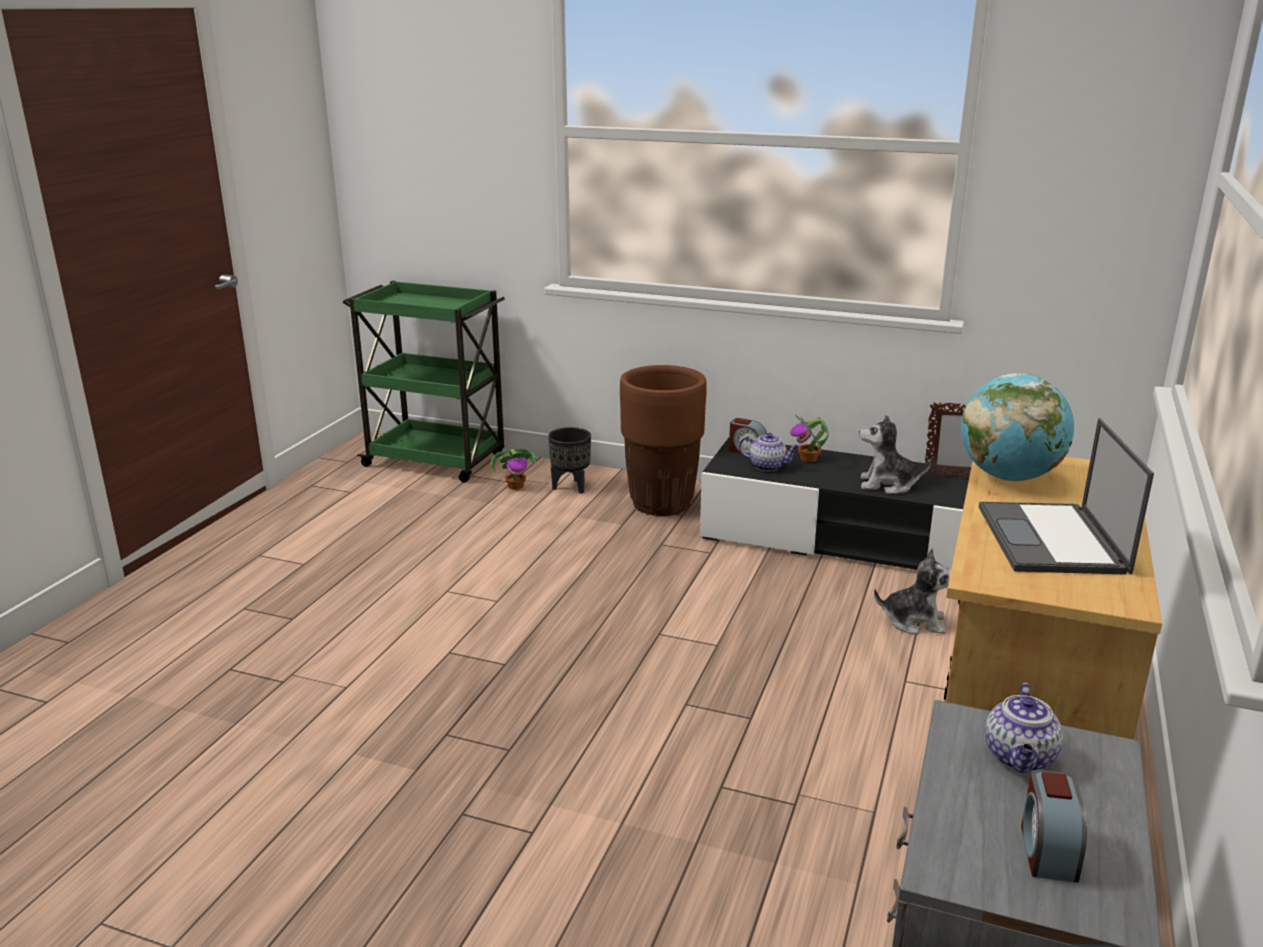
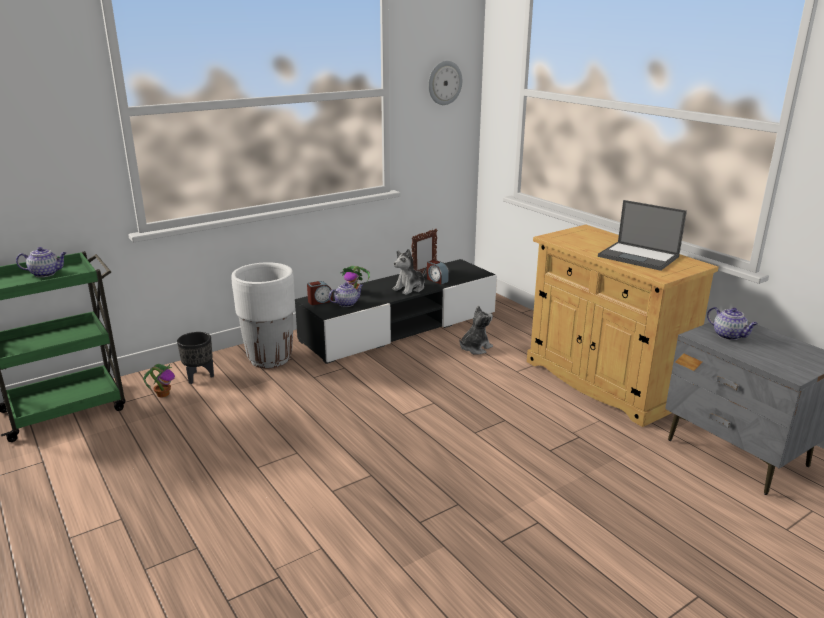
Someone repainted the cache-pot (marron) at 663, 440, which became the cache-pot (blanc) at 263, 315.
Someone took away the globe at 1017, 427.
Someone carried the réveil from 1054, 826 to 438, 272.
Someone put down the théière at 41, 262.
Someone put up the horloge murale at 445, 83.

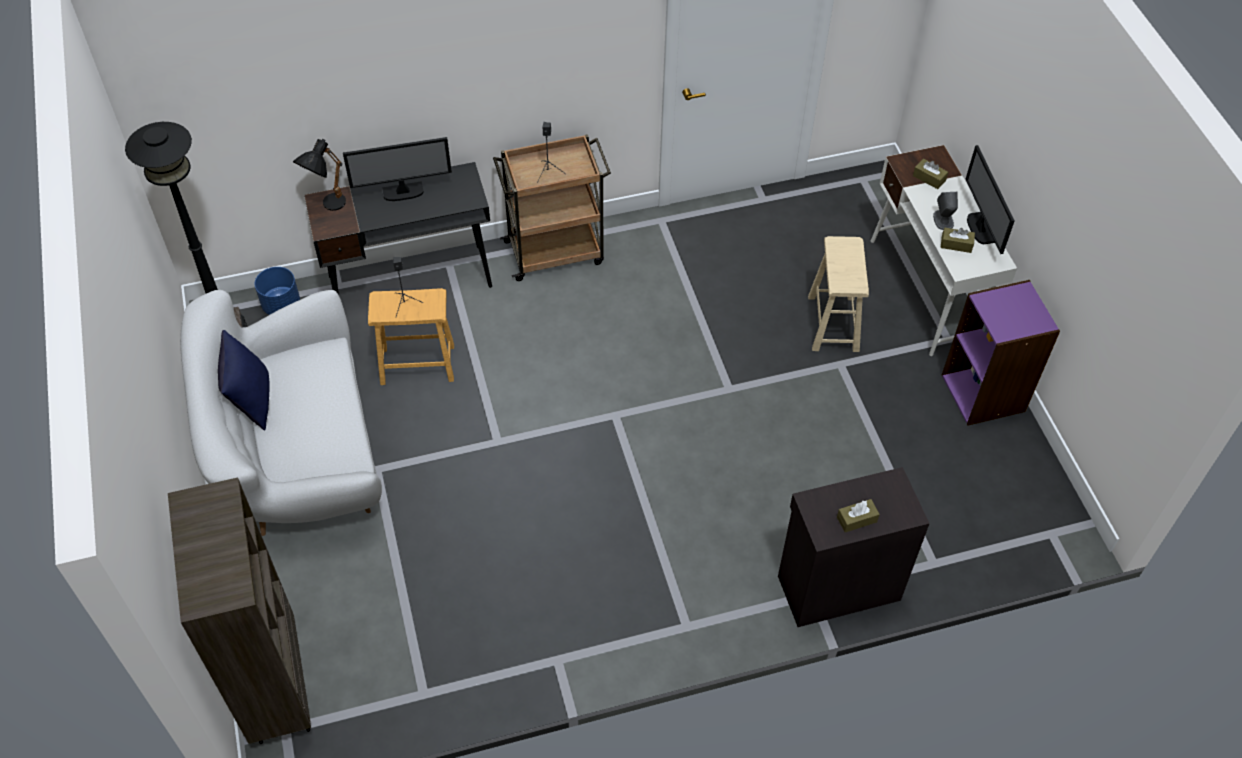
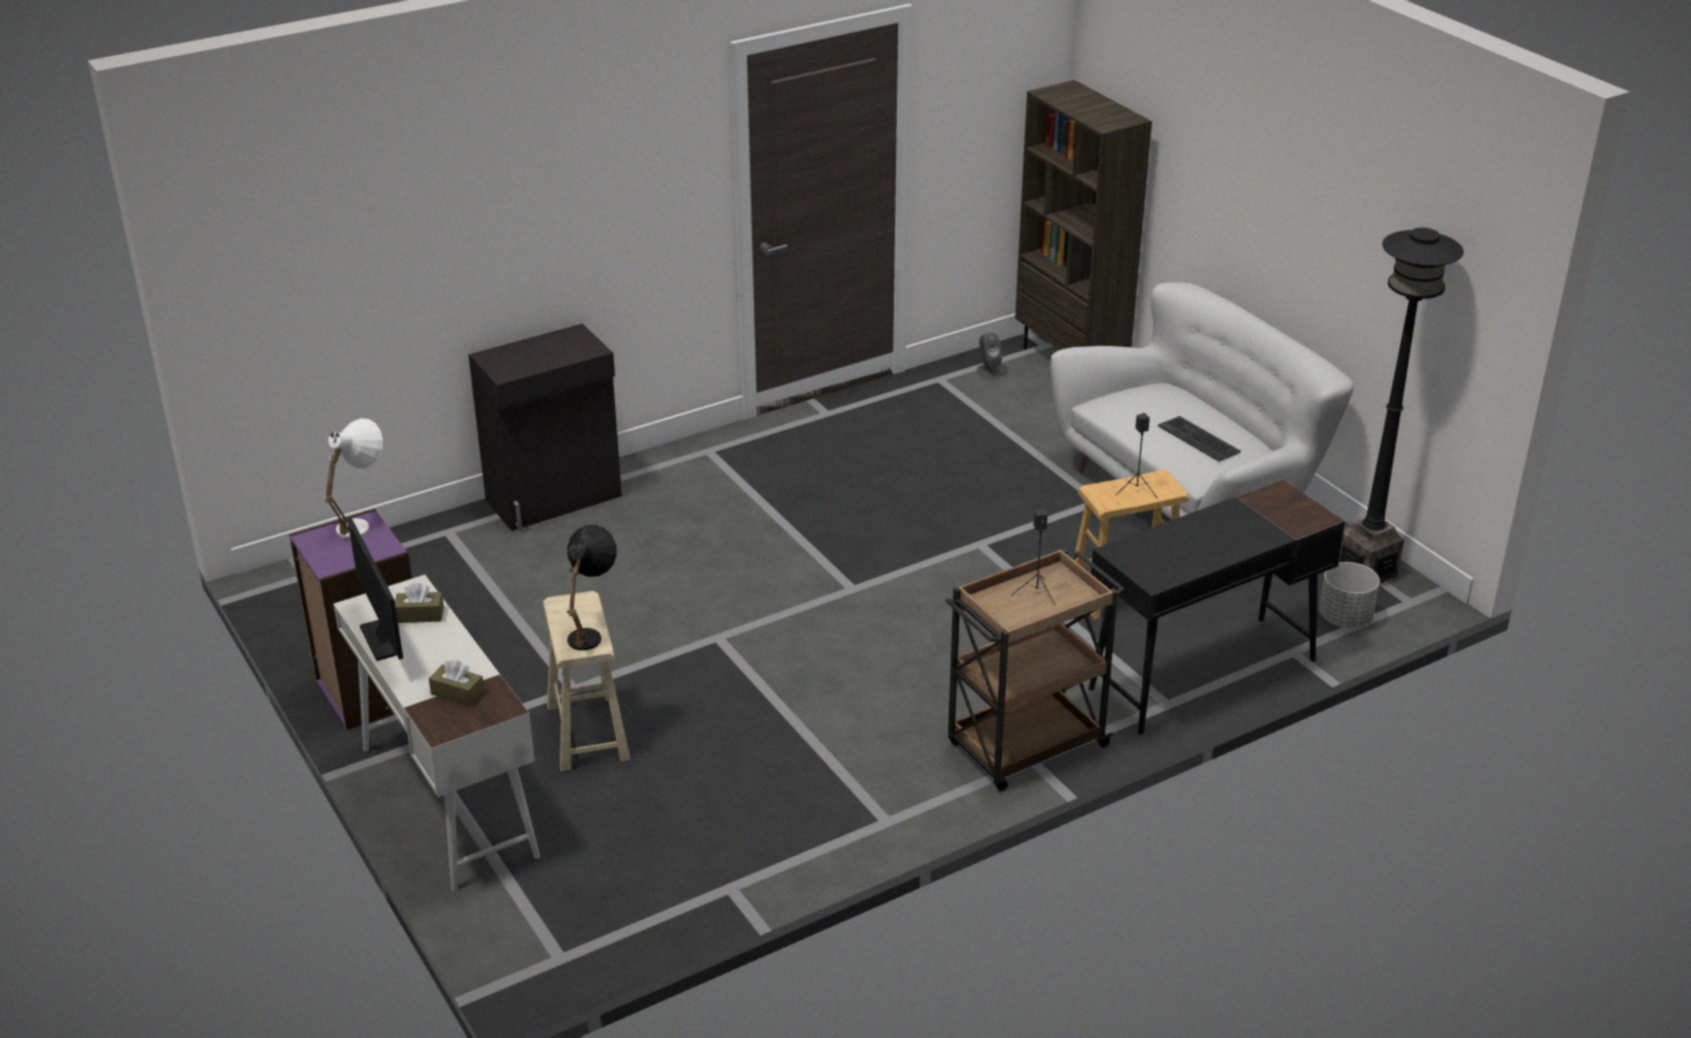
Someone took away the coussin (bleu) at 244, 380.
Someone repainted the cache-pot (bleu) at 277, 291, which became the cache-pot (gris) at 1349, 595.
Someone carried the lampe de table (noir) from 319, 175 to 592, 587.
Someone took away the écran d'ordinateur at 397, 169.
Someone took away the boîte à mouchoirs (marron) at 858, 515.
Someone carried the enceinte (gris) from 945, 211 to 989, 355.
Someone put down the lampe de table (blanc) at 353, 478.
Someone put down the clavier at 1199, 438.

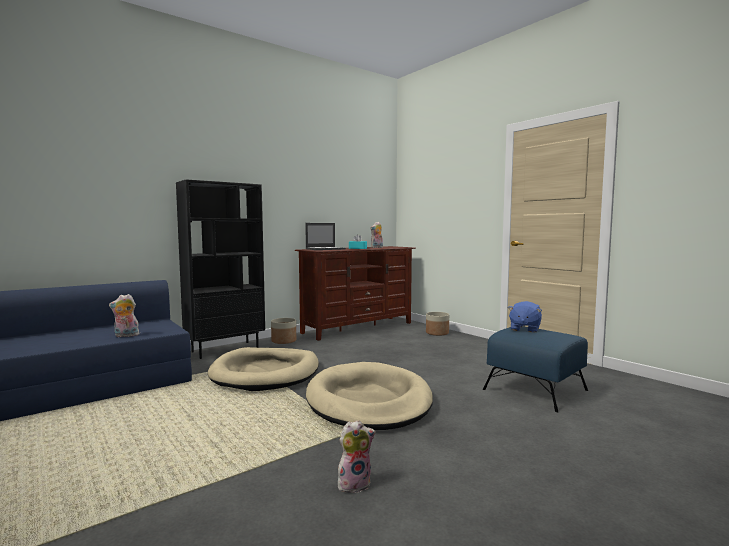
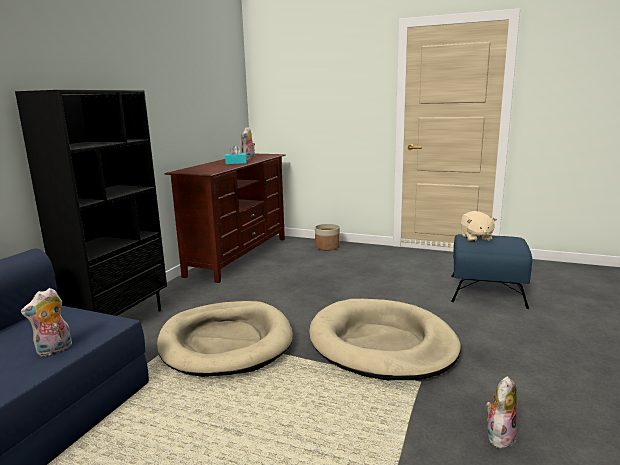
Someone took away the cache-pot at 283, 331.
Someone took away the ordinateur portable at 325, 236.
Someone repainted the peluche (bleu) at 525, 317, which became the peluche (beige) at 479, 226.

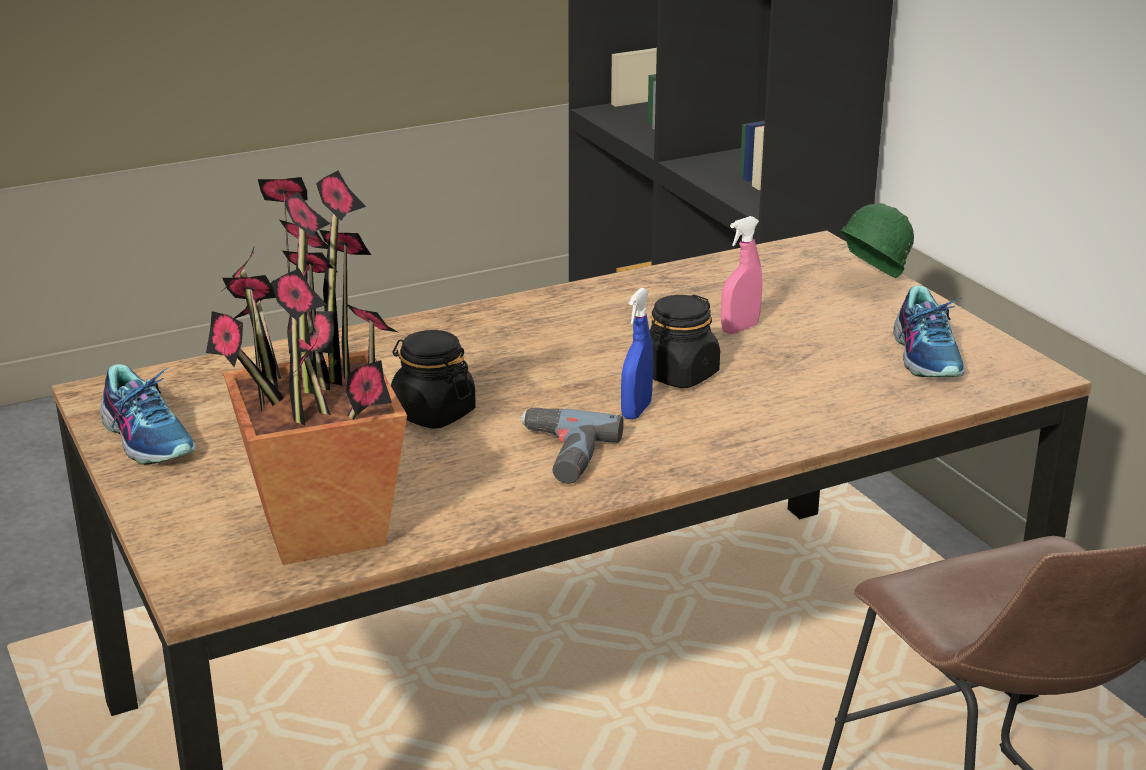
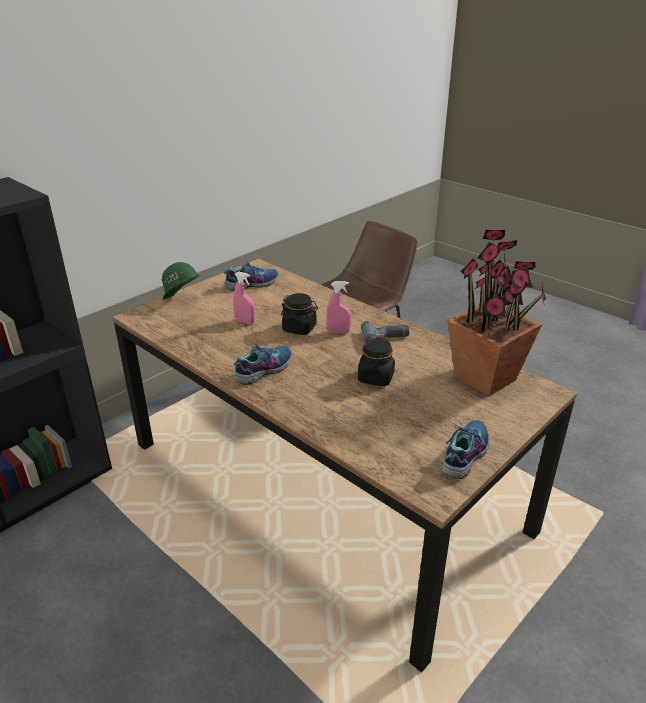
Someone repainted the vaporisateur (bleu) at 637, 354, which became the vaporisateur (rose) at 338, 307.
Someone put down the chaussure at 263, 362.

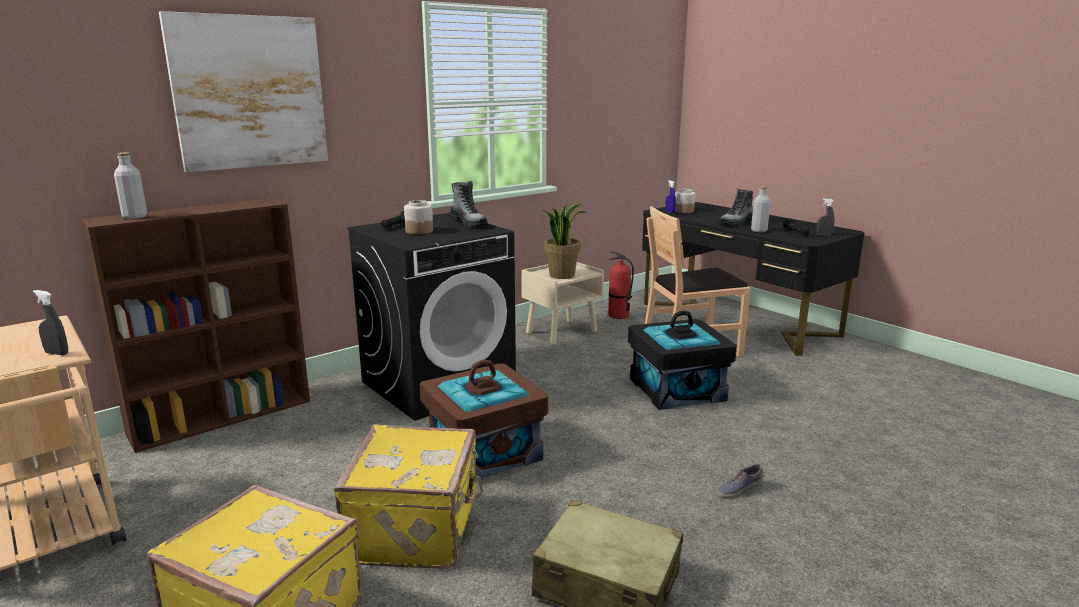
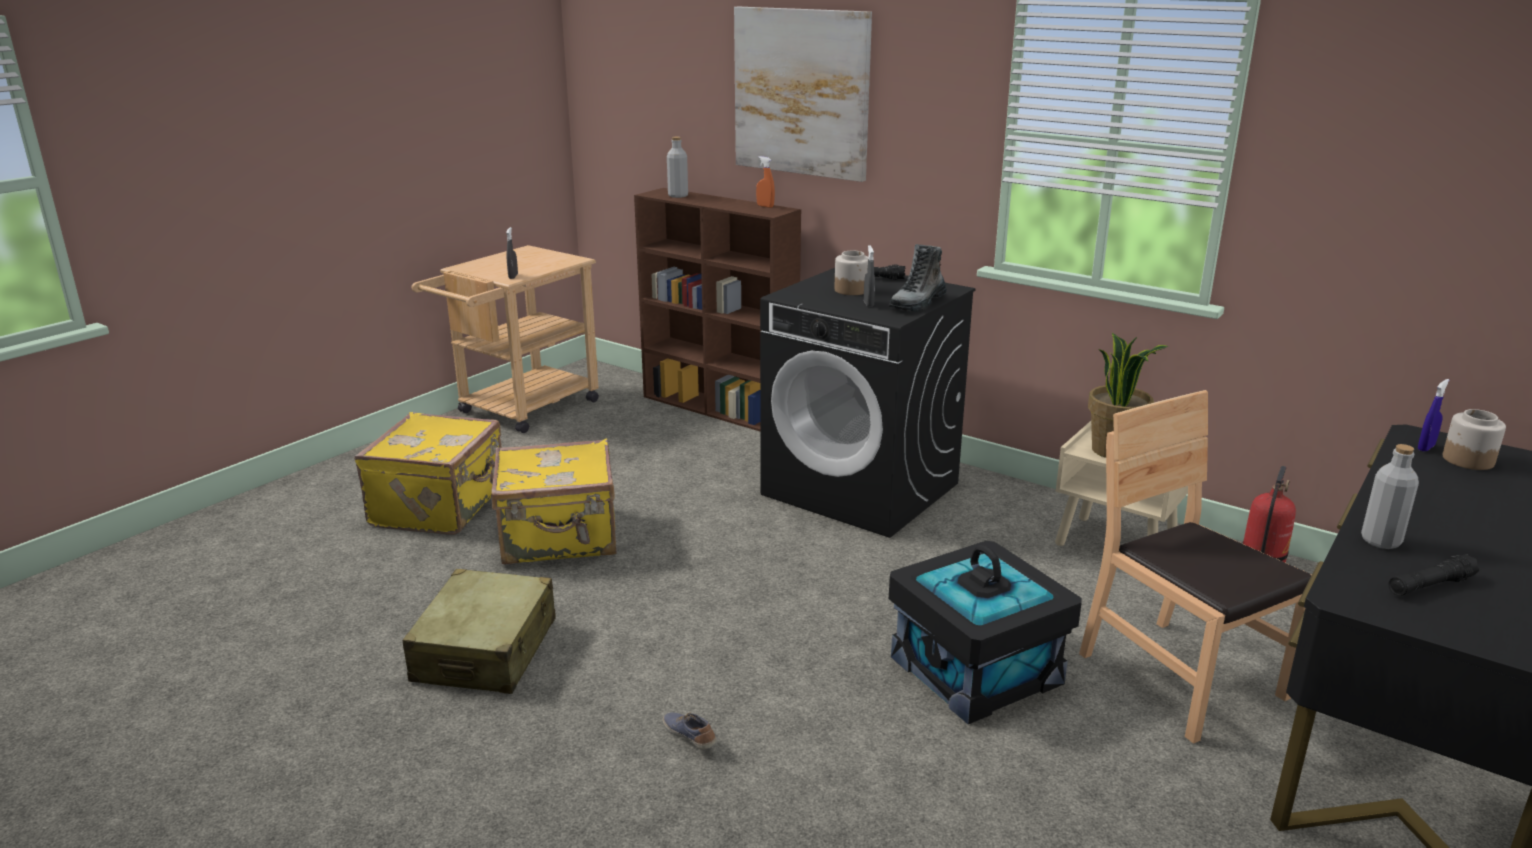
Someone took away the boîte de rangement (marron) at 484, 420.
Someone took away the botte at 735, 207.
Someone carried the vaporisateur (gris) from 825, 217 to 869, 276.
Someone put down the vaporisateur (orange) at 765, 182.

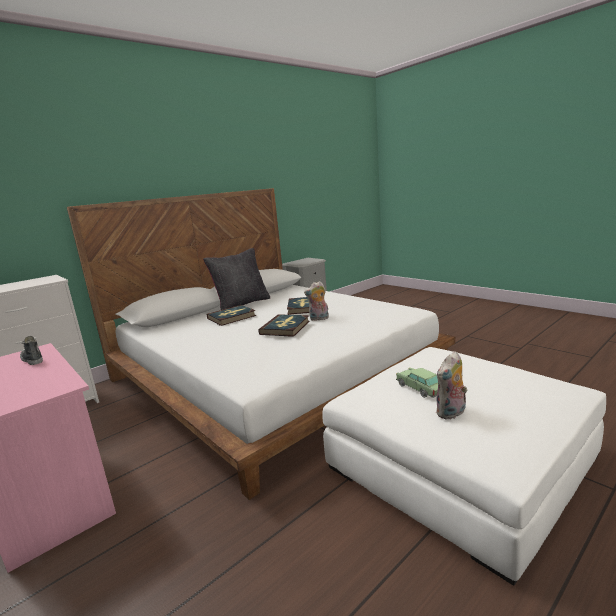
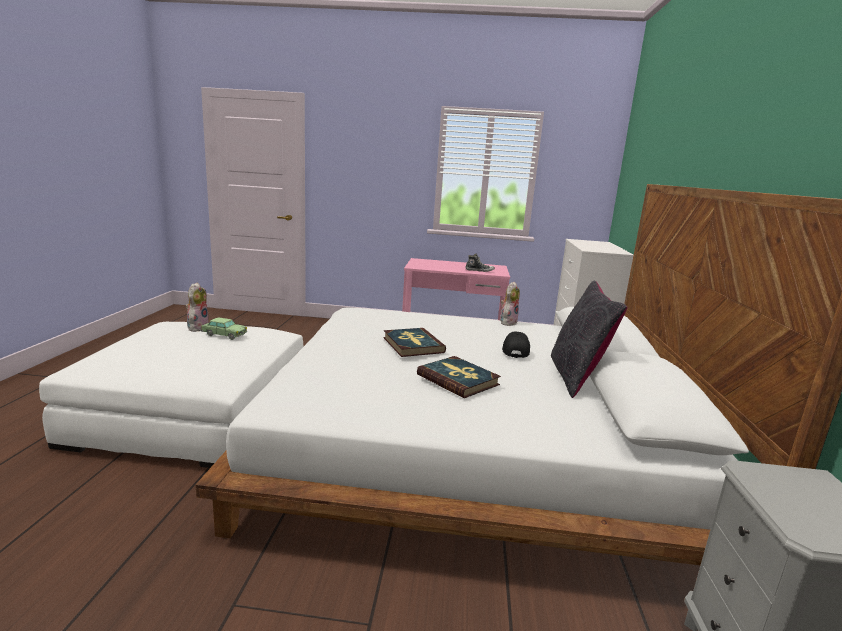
Someone swapped the livre at 231, 315 for the casquette (noir) at 516, 345.
Someone carried the peluche from 316, 301 to 510, 304.

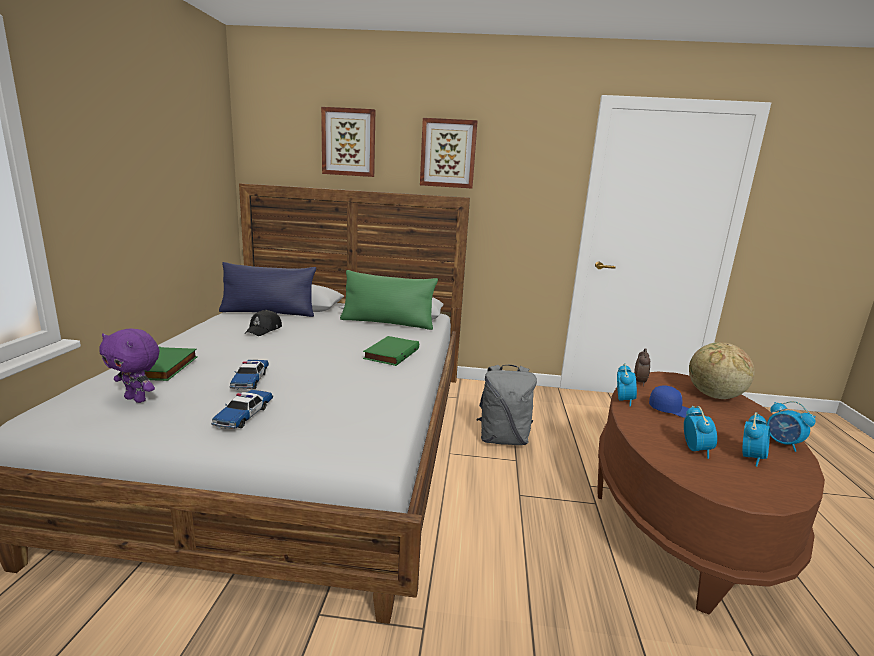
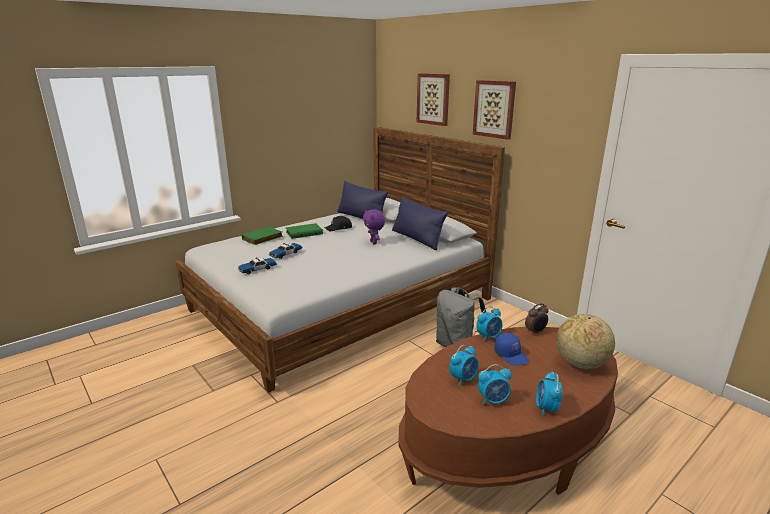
Someone carried the peluche (violet) from 129, 365 to 374, 227.
Someone repainted the coussin (vert) at 389, 300, which became the coussin (bleu) at 420, 223.
Someone carried the livre (vert) from 391, 351 to 304, 231.

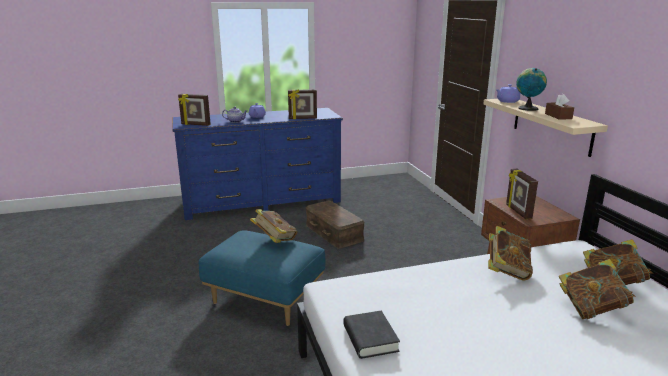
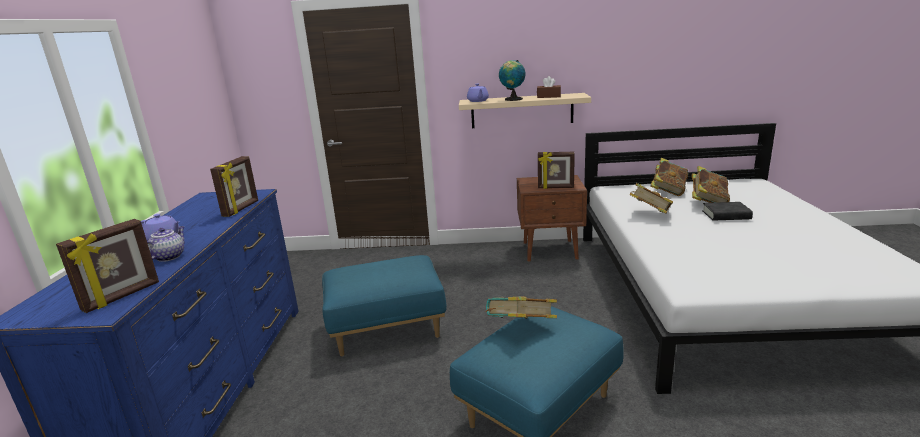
Someone swapped the boîte de rangement (marron) at 335, 225 for the pouf (bleu) at 384, 306.
Someone carried the livre (noir) from 371, 335 to 727, 211.

